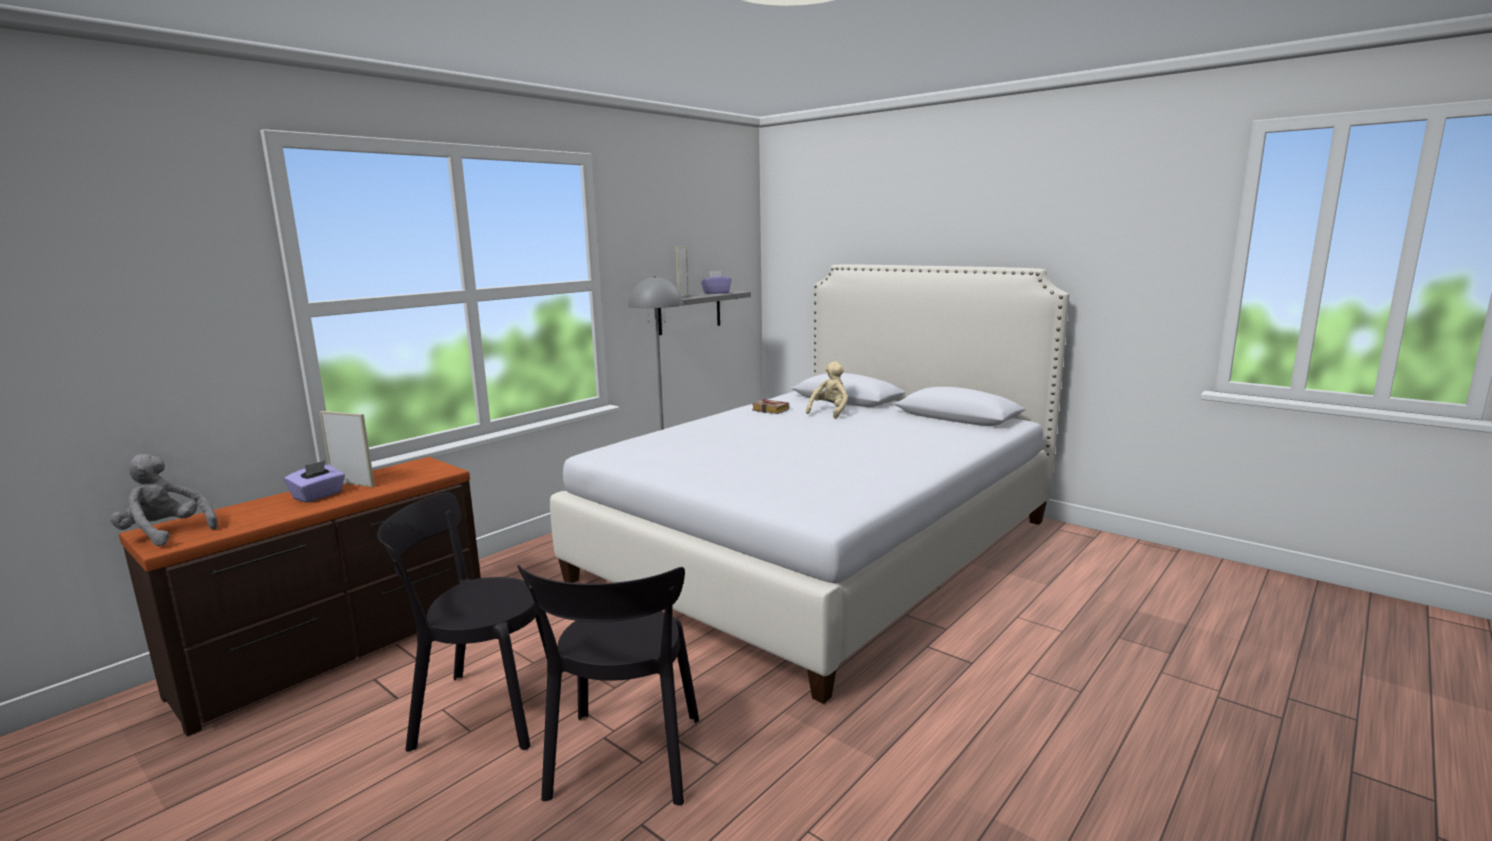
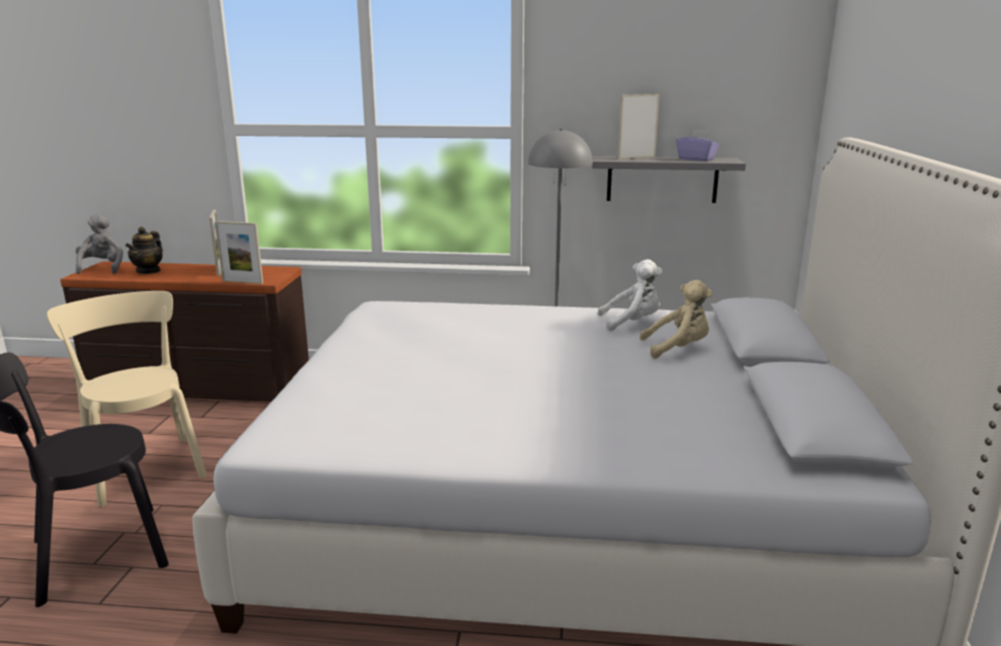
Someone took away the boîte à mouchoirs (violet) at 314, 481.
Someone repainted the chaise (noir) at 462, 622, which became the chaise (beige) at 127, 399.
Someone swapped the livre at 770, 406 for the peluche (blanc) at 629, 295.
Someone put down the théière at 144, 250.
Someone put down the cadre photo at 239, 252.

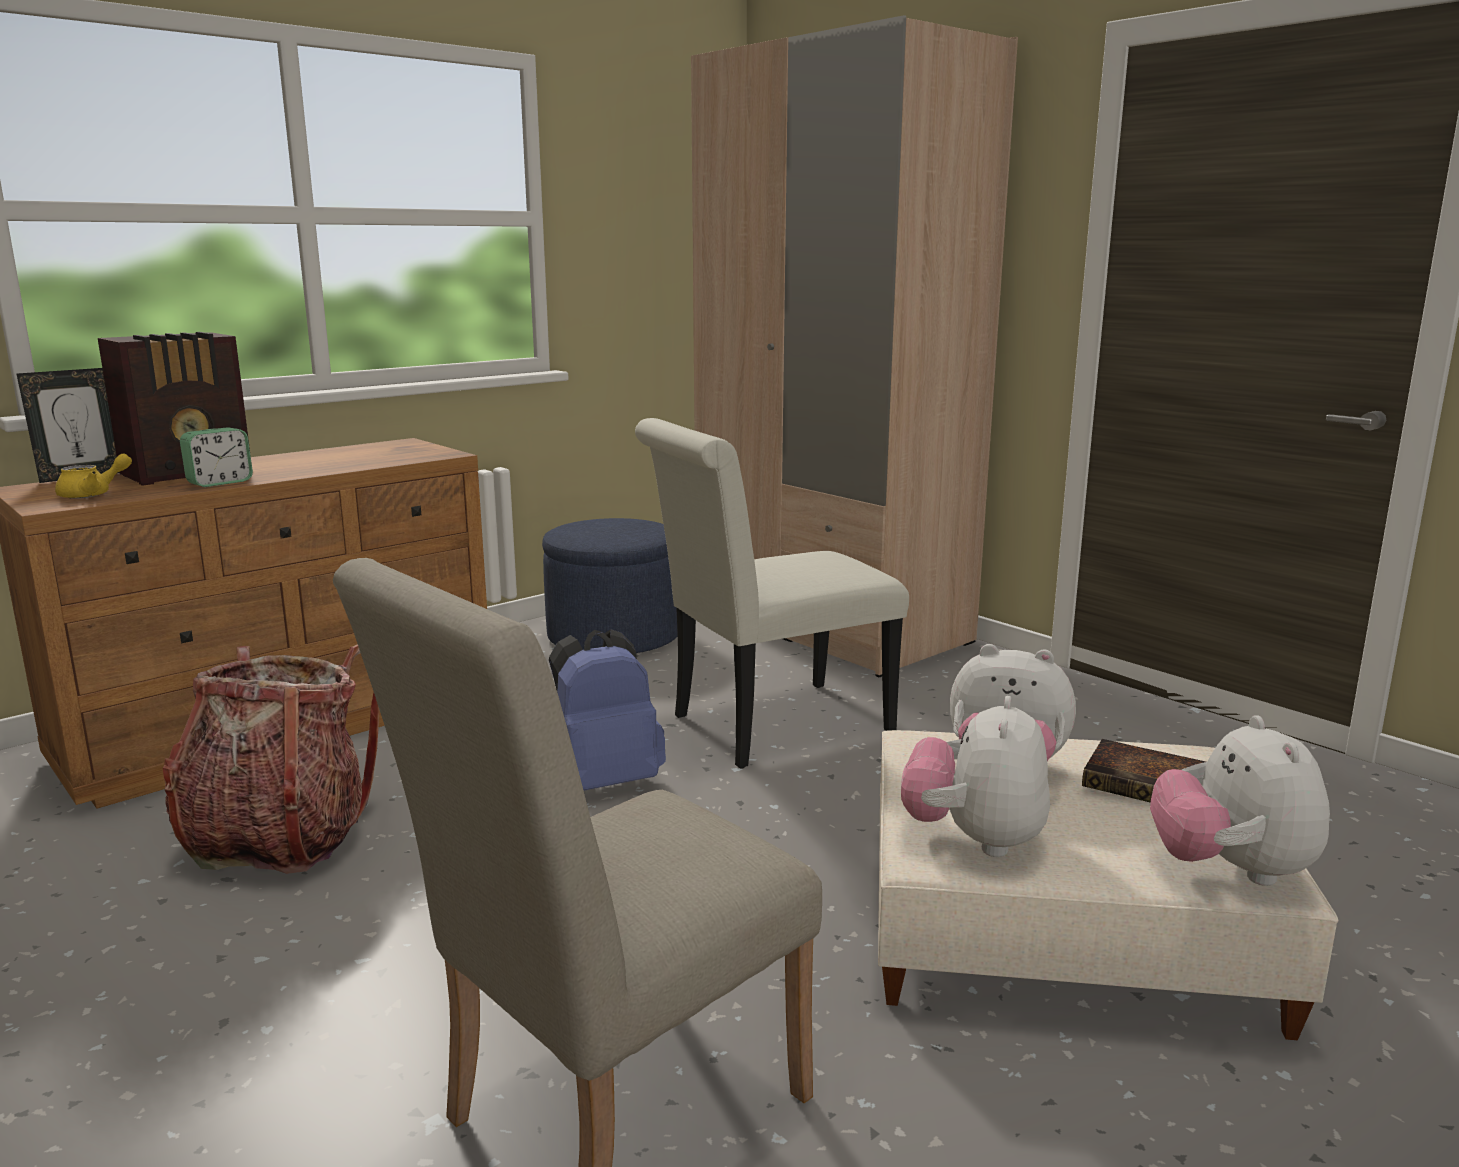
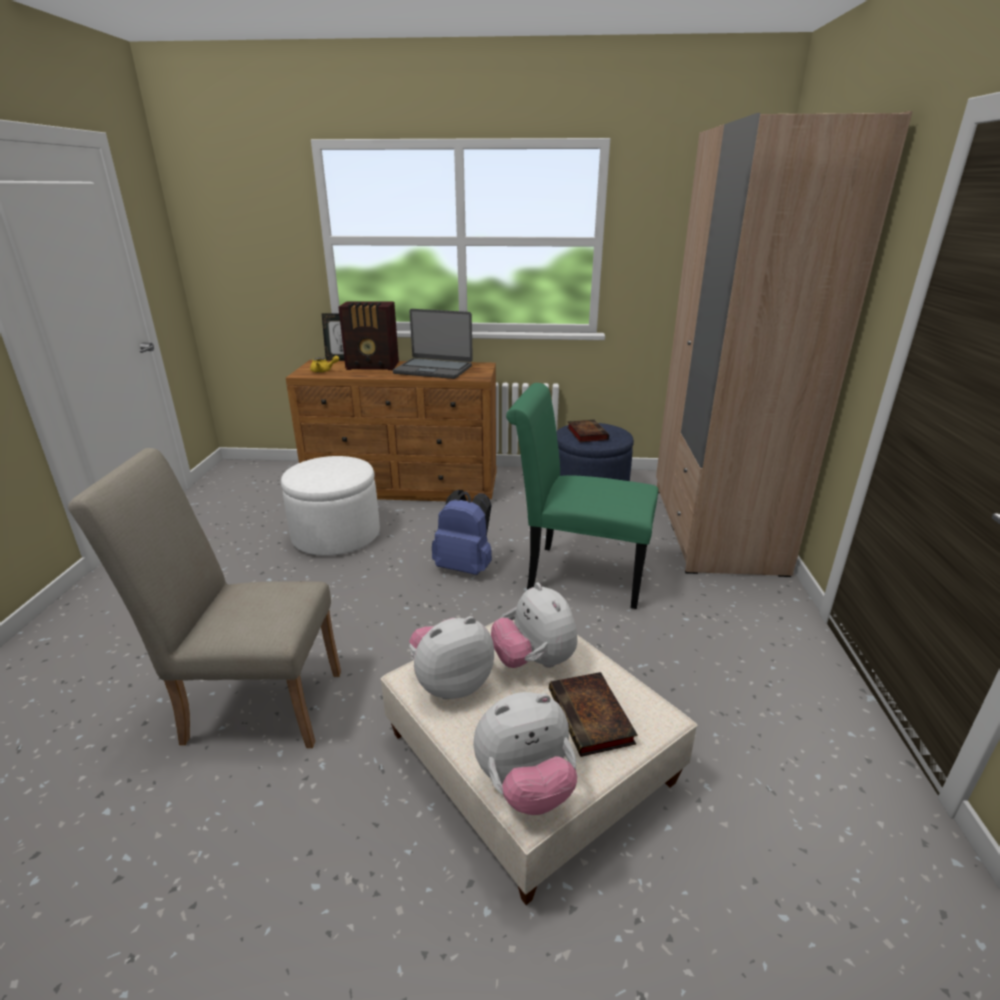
Someone swapped the sac à dos at 271, 759 for the pouf (blanc) at 330, 506.
Someone took away the réveil at 216, 457.
Someone repainted the chaise (blanc) at 772, 593, which became the chaise (vert) at 582, 496.
Someone rotated the peluche at 1240, 800 by 150 degrees counterclockwise.
Someone put down the ordinateur portable at 433, 344.
Someone put down the livre at 588, 431.

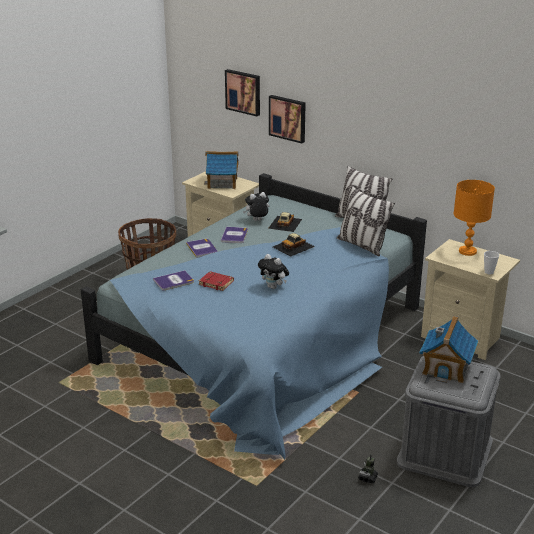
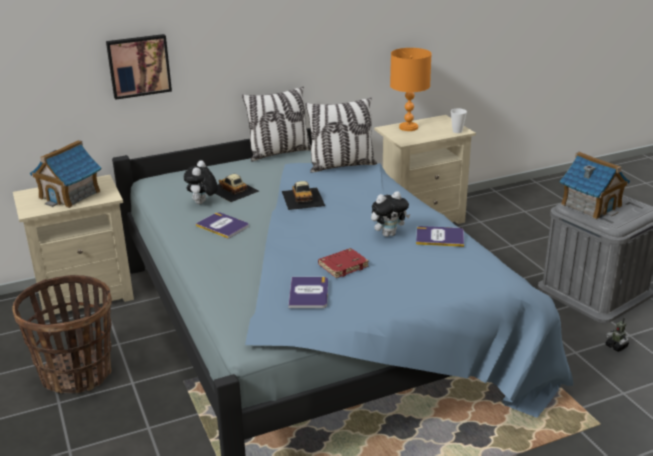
Someone carried the livre from 201, 248 to 440, 236.
Someone took away the tableau at 242, 92.

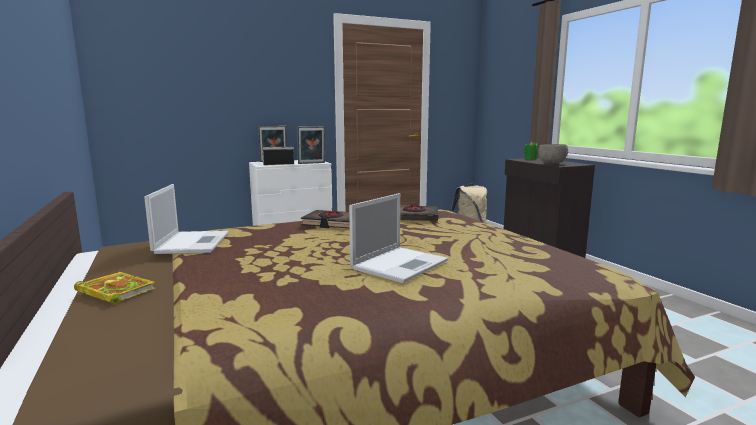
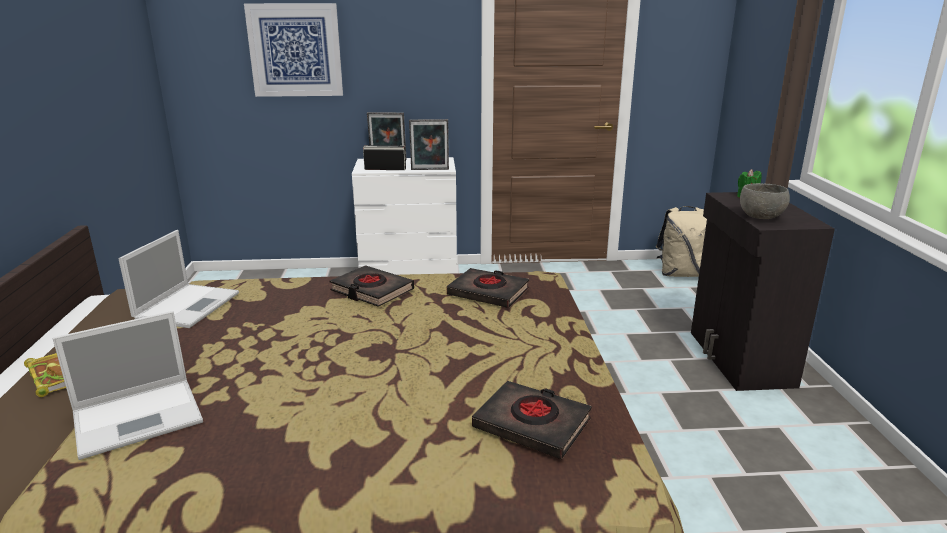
Someone carried the ordinateur portable from 398, 238 to 128, 385.
Someone put up the tableau at 293, 50.
Someone put down the livre (noir) at 532, 420.

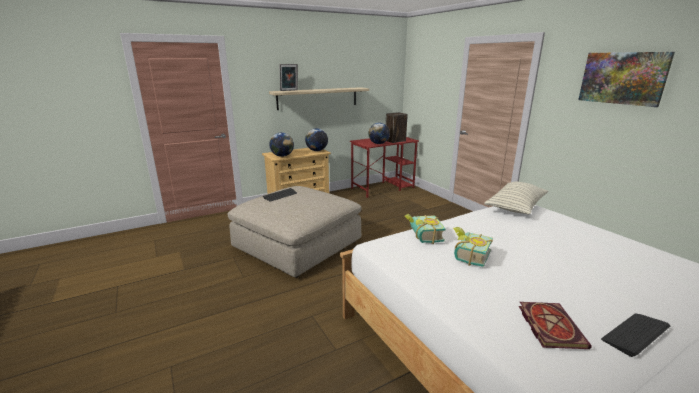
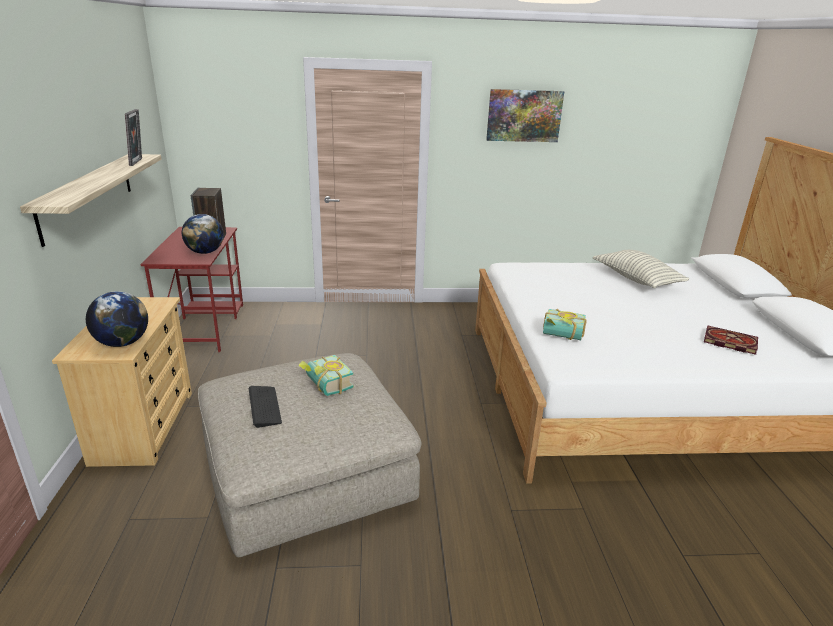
Someone carried the cadre photo from 289, 77 to 133, 137.
Someone took away the globe at 316, 139.
Someone carried the livre from 473, 247 to 326, 375.
Someone carried the coussin from 516, 198 to 641, 269.
Someone took away the clavier at 635, 335.

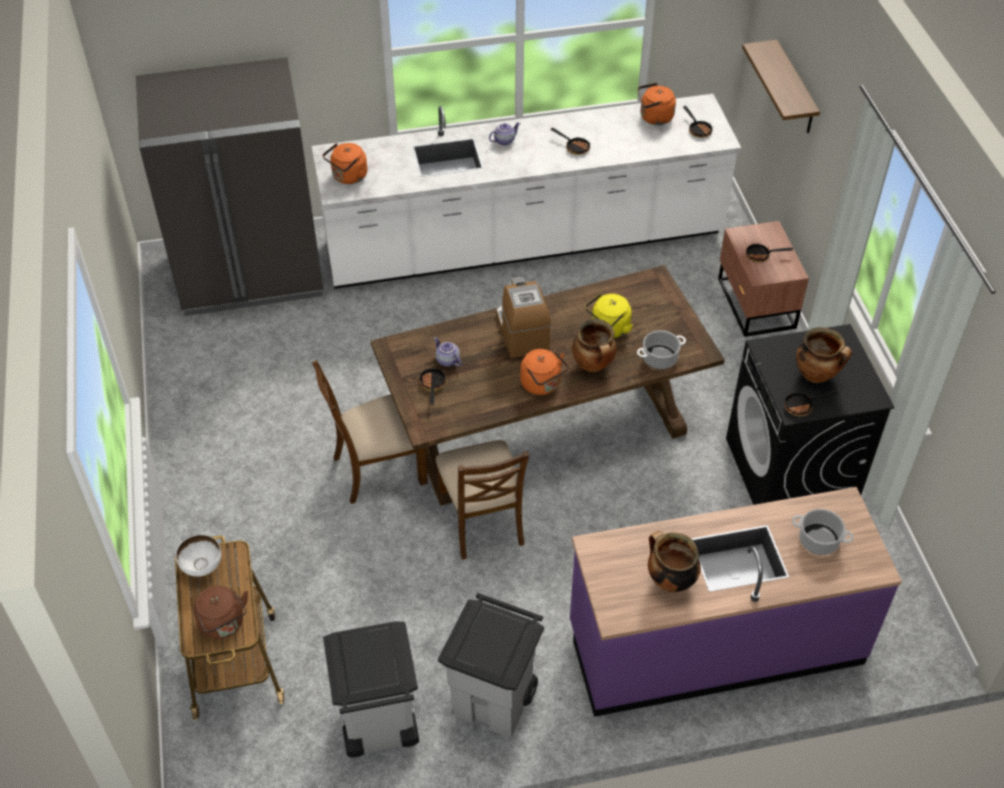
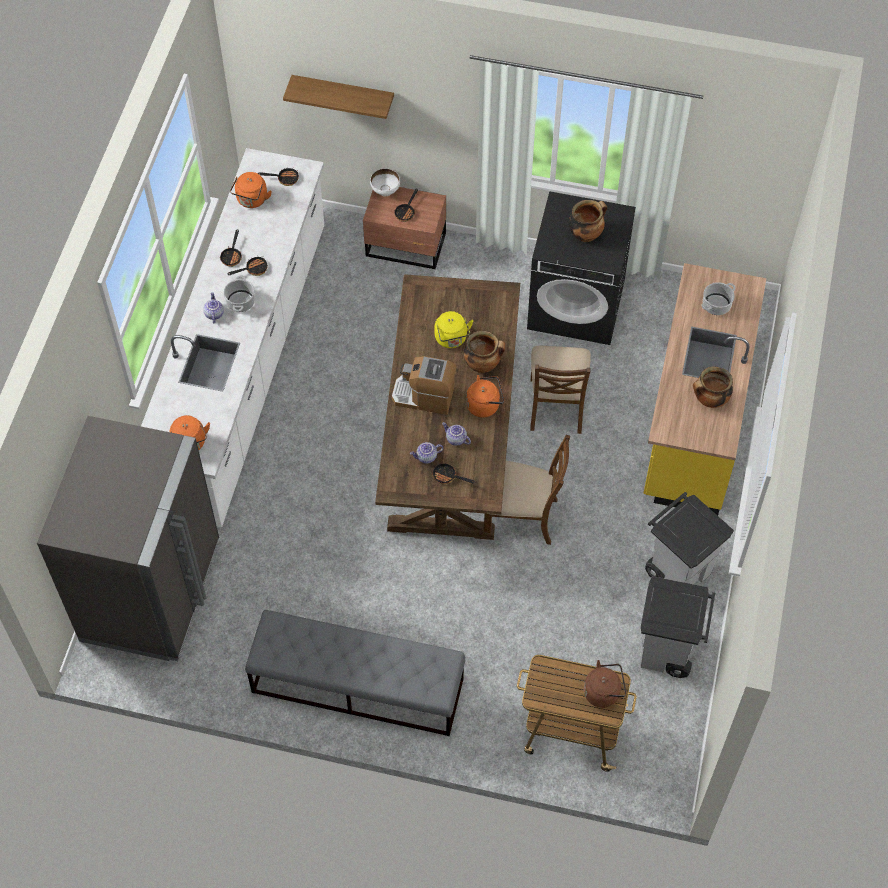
Someone carried the bol (blanc) from 198, 556 to 385, 183.
Someone carried the chaise (marron) from 370, 432 to 560, 390.
Someone repainted the comptoir de cuisine (violet) at 736, 602, which became the comptoir de cuisine (jaune) at 704, 389.
Someone carried the marmite from 661, 349 to 239, 293.
Someone carried the poêle from 811, 403 to 231, 248.
Someone put down the banc (gris) at 355, 673.
Someone put down the théière at 456, 434.

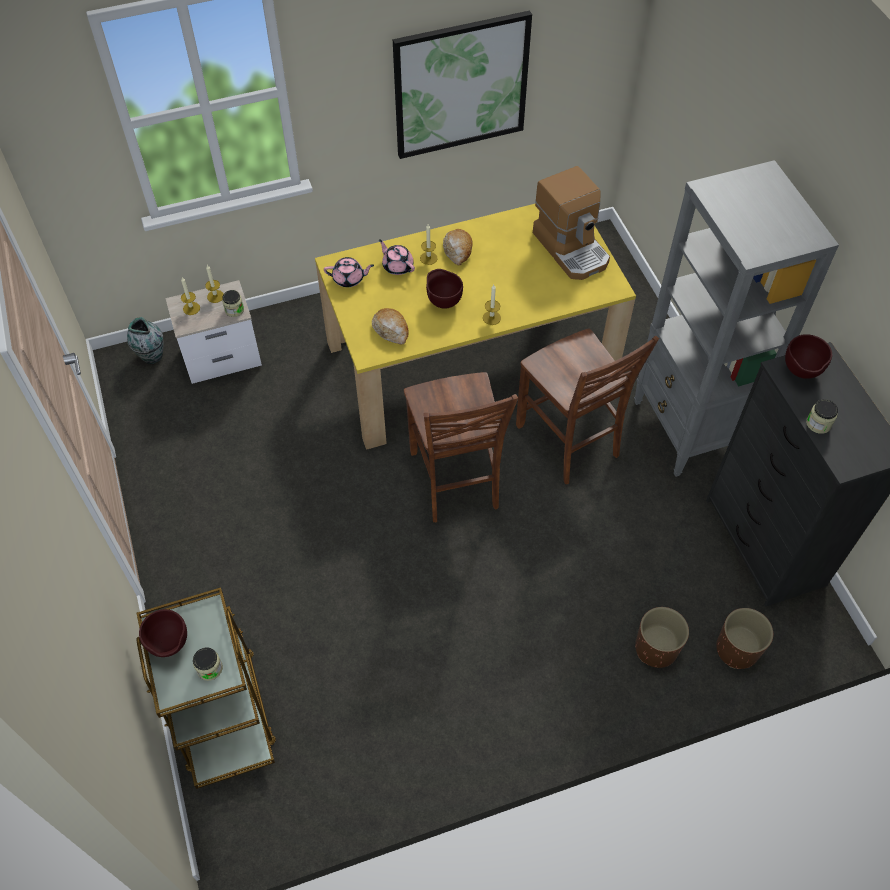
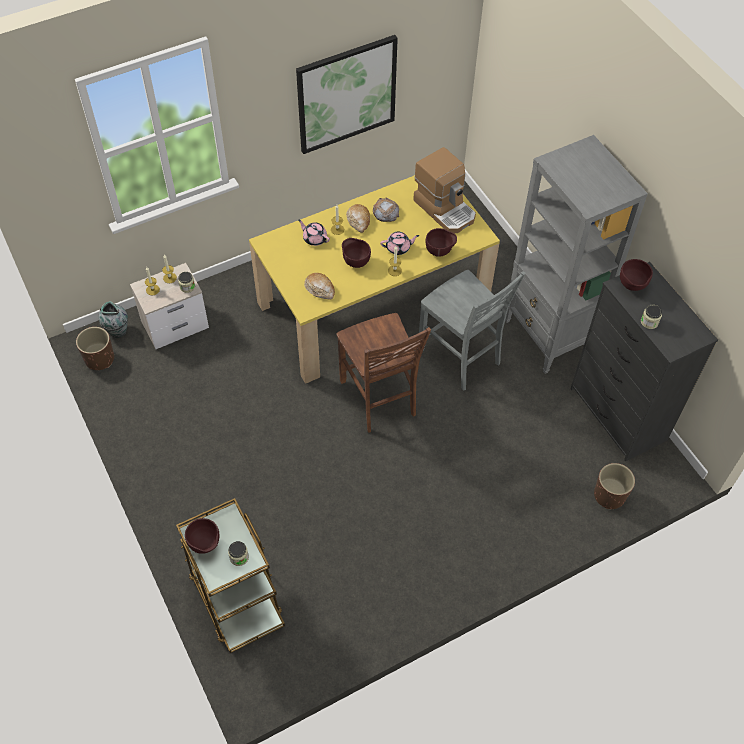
Someone carried the théière (rose) from 349, 272 to 399, 243.
Someone repainted the chaise (marron) at 587, 406, which became the chaise (gris) at 472, 330.
Someone carried the cache-pot (marron) from 662, 637 to 95, 348.
Someone put down the pain at 386, 210.
Someone put down the bol (marron) at 441, 242.

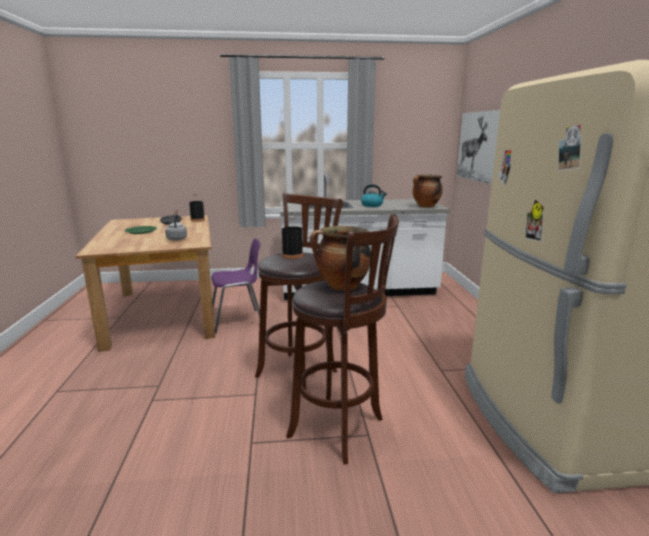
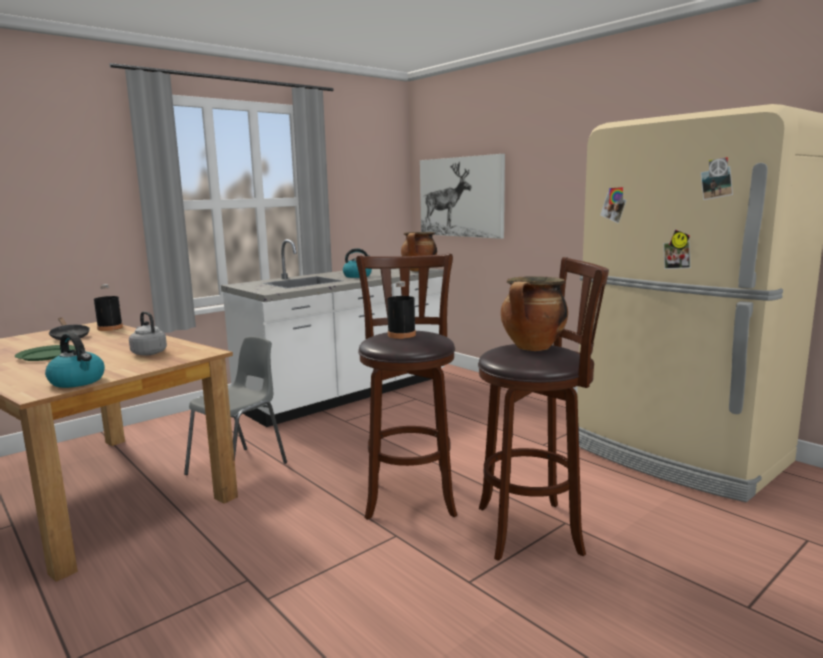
Someone repainted the chaise (violet) at 236, 286, which became the chaise (gris) at 235, 406.
Someone put down the bouilloire at 75, 360.

